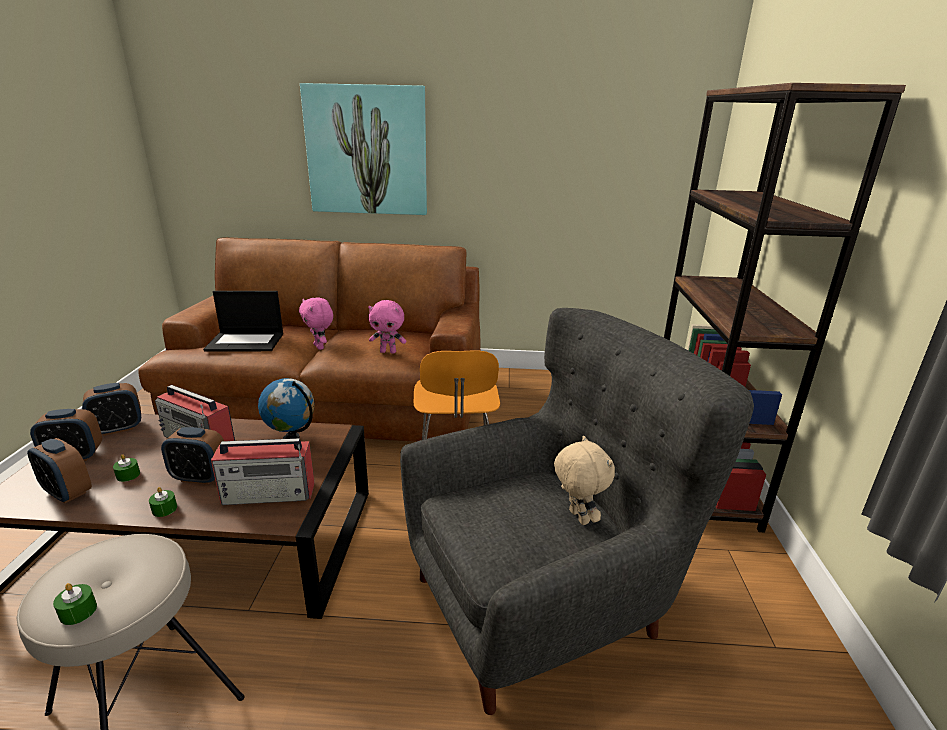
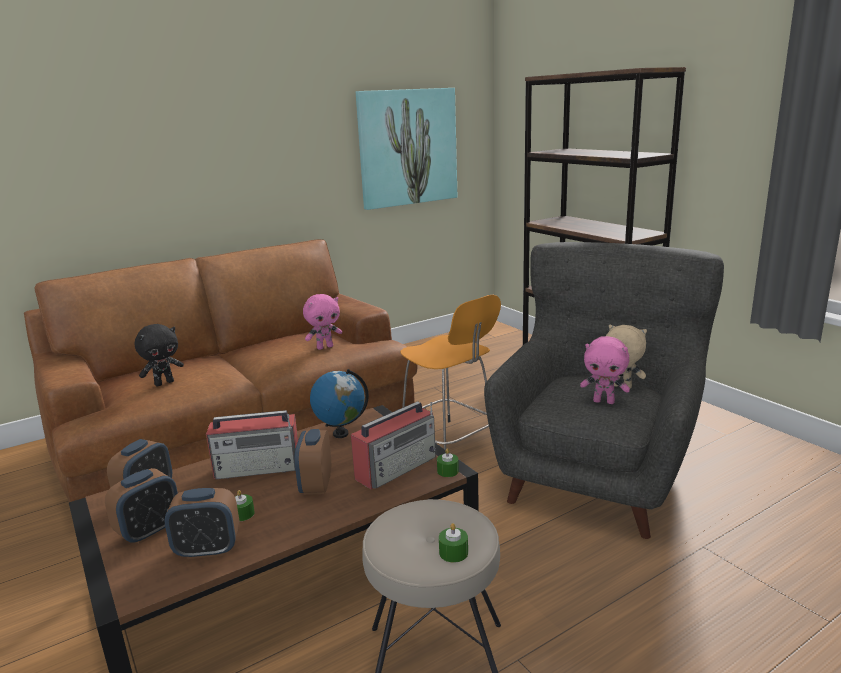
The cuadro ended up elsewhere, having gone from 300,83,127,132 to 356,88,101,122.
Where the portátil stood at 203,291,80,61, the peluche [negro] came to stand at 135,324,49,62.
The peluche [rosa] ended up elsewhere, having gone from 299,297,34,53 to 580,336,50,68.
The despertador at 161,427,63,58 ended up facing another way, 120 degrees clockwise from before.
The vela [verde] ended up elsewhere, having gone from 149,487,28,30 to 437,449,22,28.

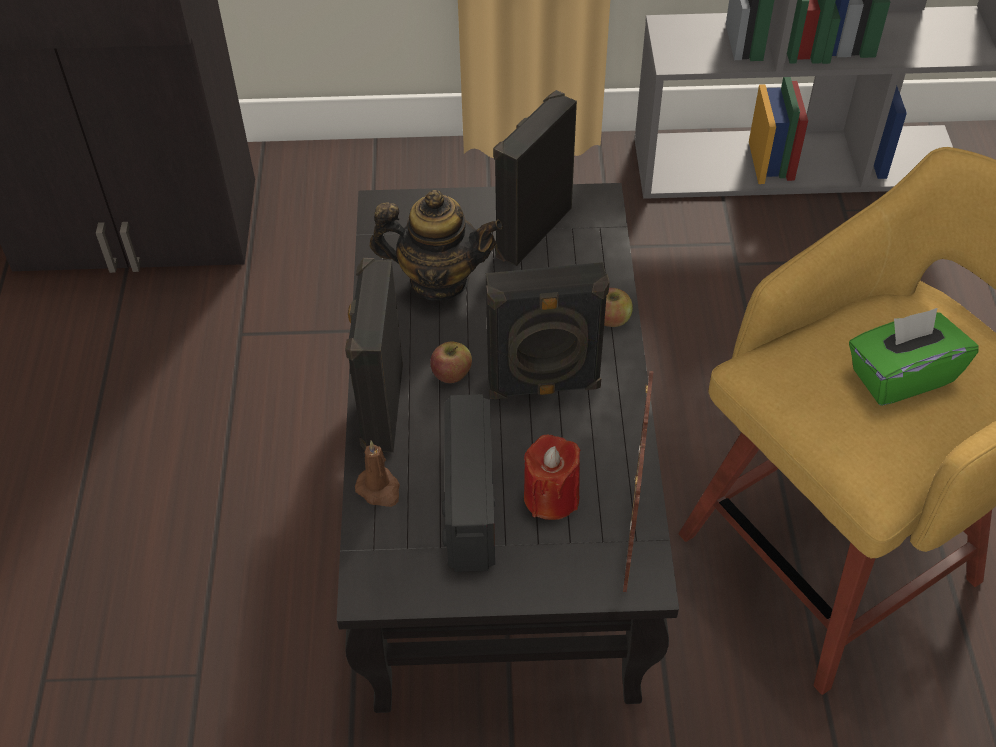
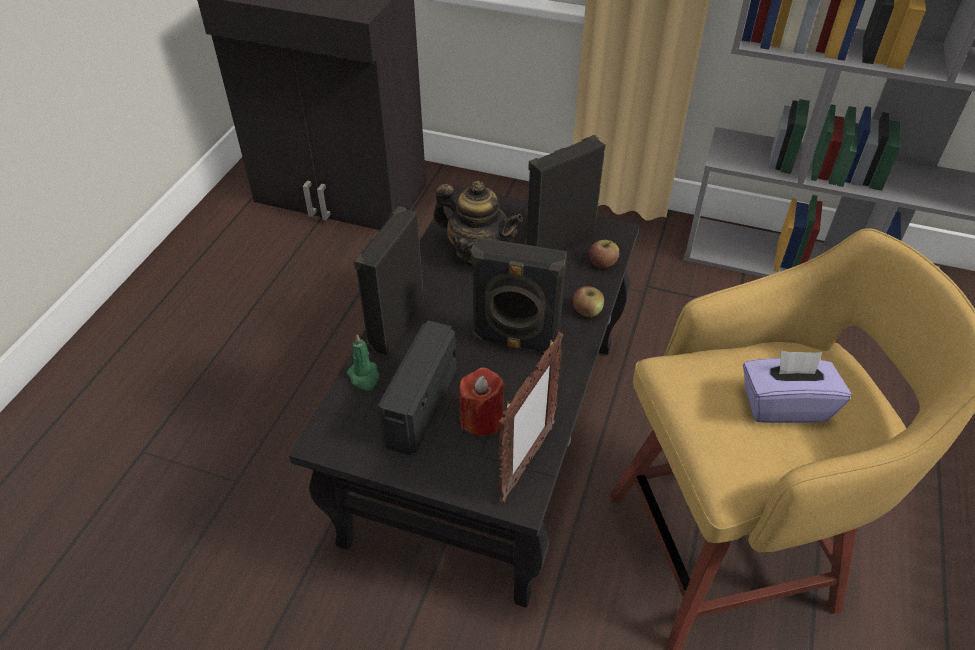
What was the caja de pañuelos [verde] at 849,308,130,98 turned into the caja de pañuelos [morado] at 743,350,109,73.
The manzana ended up elsewhere, having gone from 430,342,42,41 to 589,240,30,28.
What was the vela [marrón] at 355,440,45,67 turned into the vela [verde] at 347,334,32,57.

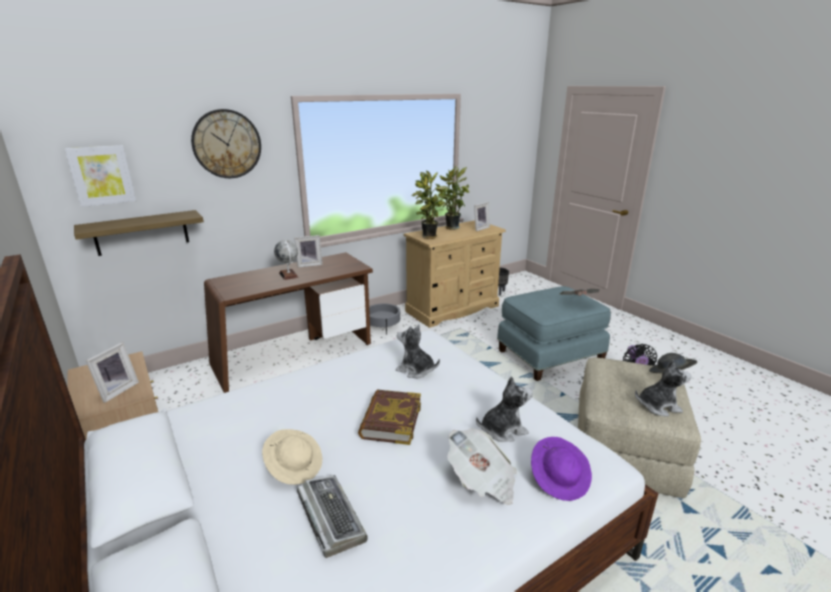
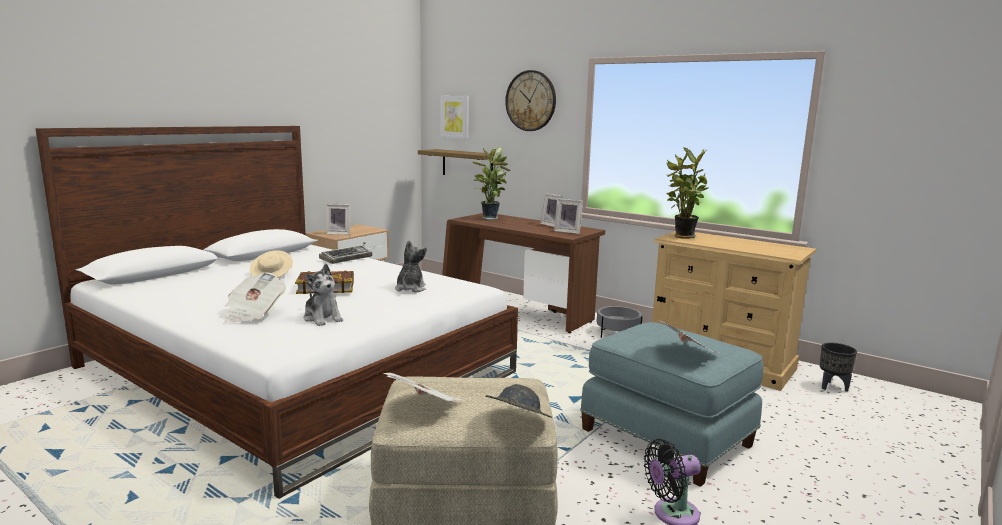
The planta en maceta ended up elsewhere, having gone from 436,166,33,64 to 473,147,37,73.
The portarretratos ended up elsewhere, having gone from 474,202,16,29 to 554,199,29,35.
The second view lost the globo terráqueo at 274,240,25,40.
Where the peluche stood at 635,359,57,58, the periódico came to stand at 383,373,80,29.
The second view lost the sombrero [morado] at 531,437,61,64.
The teclado ended up elsewhere, having gone from 297,475,71,83 to 319,245,53,19.

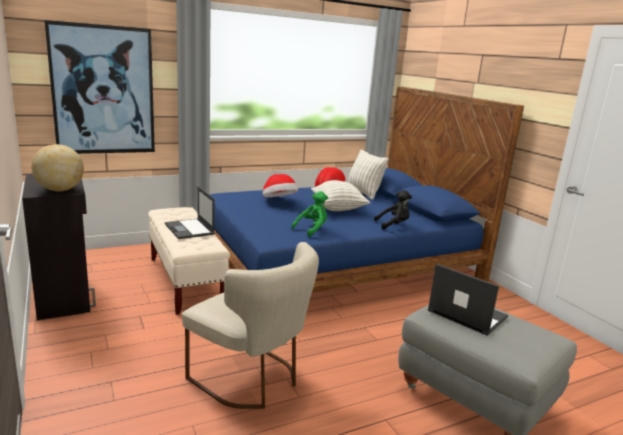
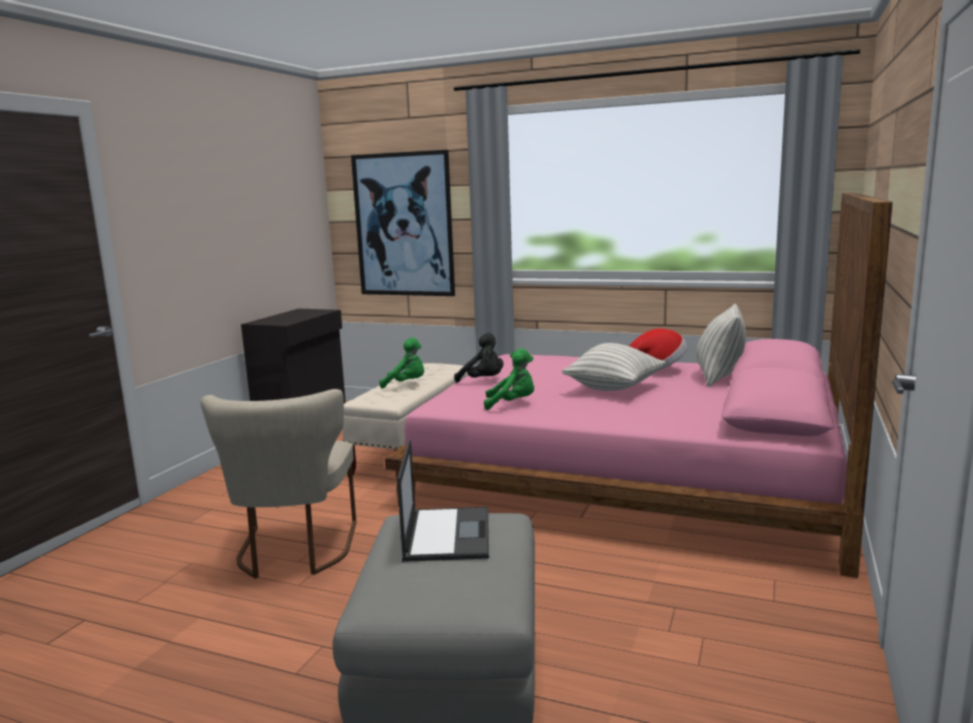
What was the cama [azul] at 210,86,314,206 turned into the cama [rosa] at 385,192,508,386.
The second view lost the globo terráqueo at 31,144,53,47.
The second view lost the sombrero at 263,174,35,23.
Where the portátil stood at 165,187,50,52, the peluche [verde] came to stand at 379,337,45,52.
The peluche [negro] ended up elsewhere, having gone from 374,190,38,40 to 454,333,50,50.

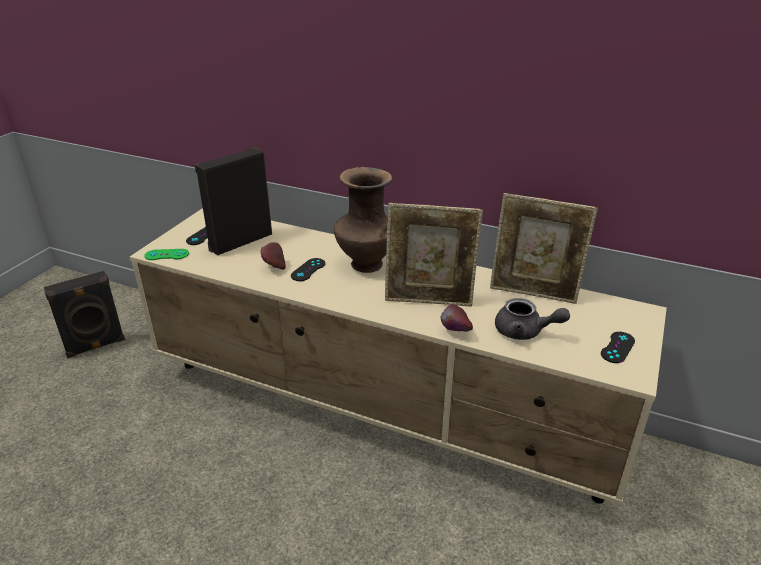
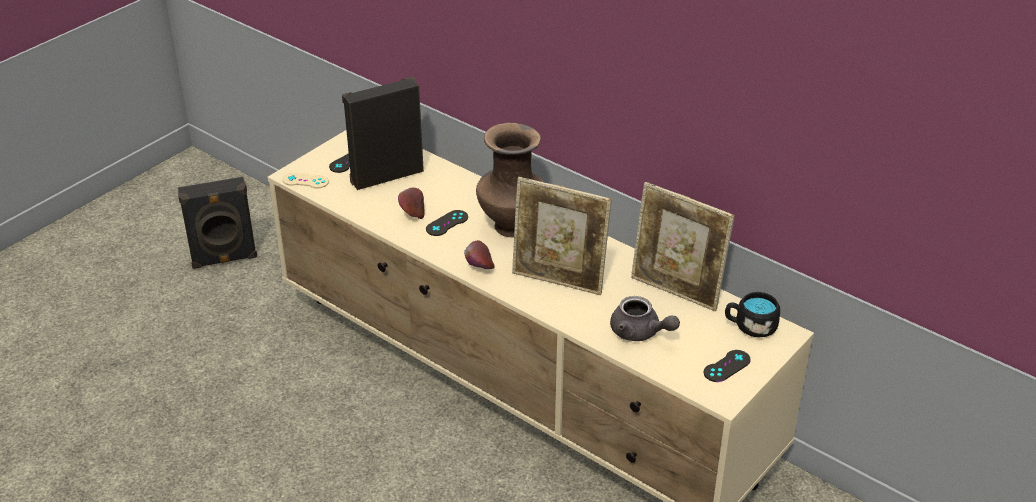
What was the mando de consola [verde] at 144,249,45,11 turned into the mando de consola [beis] at 282,172,47,16.
The manzana ended up elsewhere, having gone from 441,304,32,28 to 464,240,31,29.
The second view gained the taza grande [negro] at 725,292,55,46.

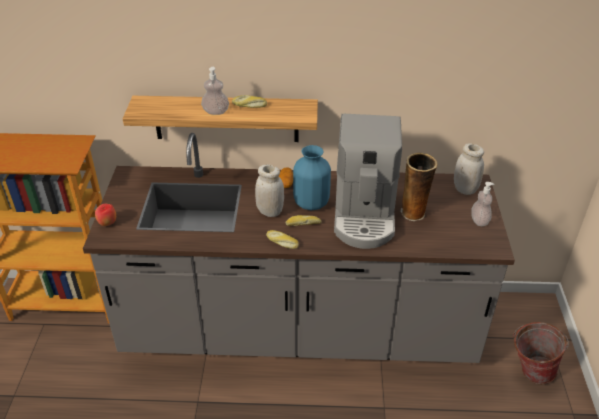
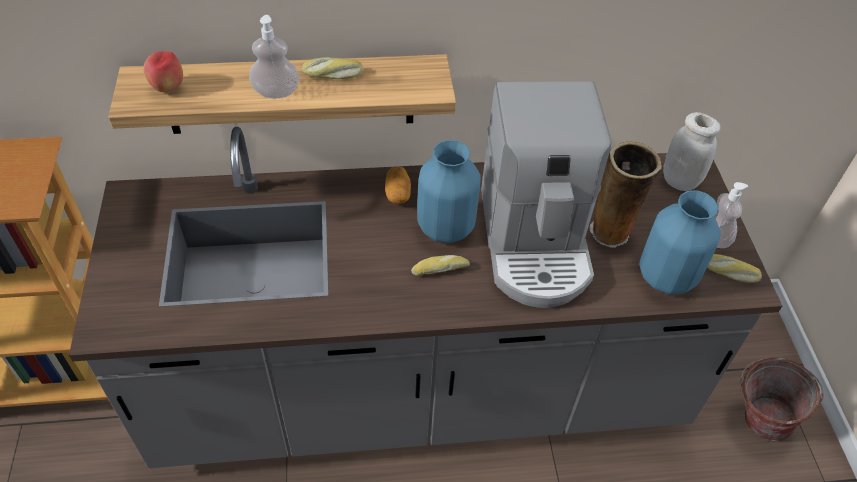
The second view lost the tarro [blanco] at 255,164,29,53.
The manzana ended up elsewhere, having gone from 95,204,21,22 to 144,51,39,41.
The pan ended up elsewhere, having gone from 266,230,33,19 to 707,254,55,29.
The second view gained the florero [azul] at 639,190,82,104.

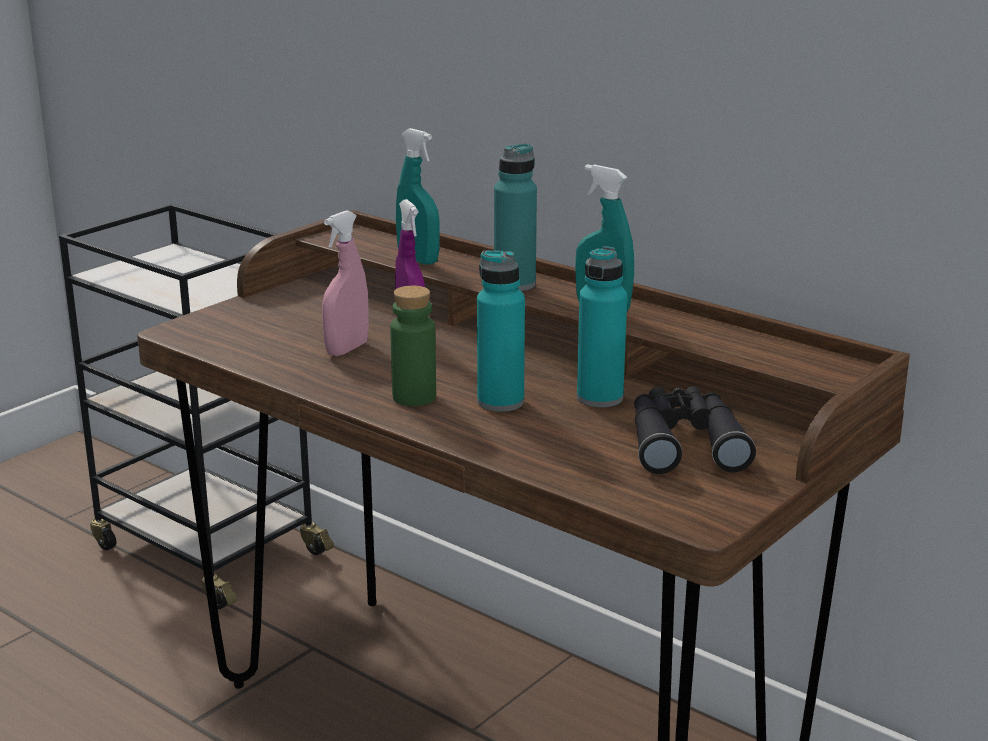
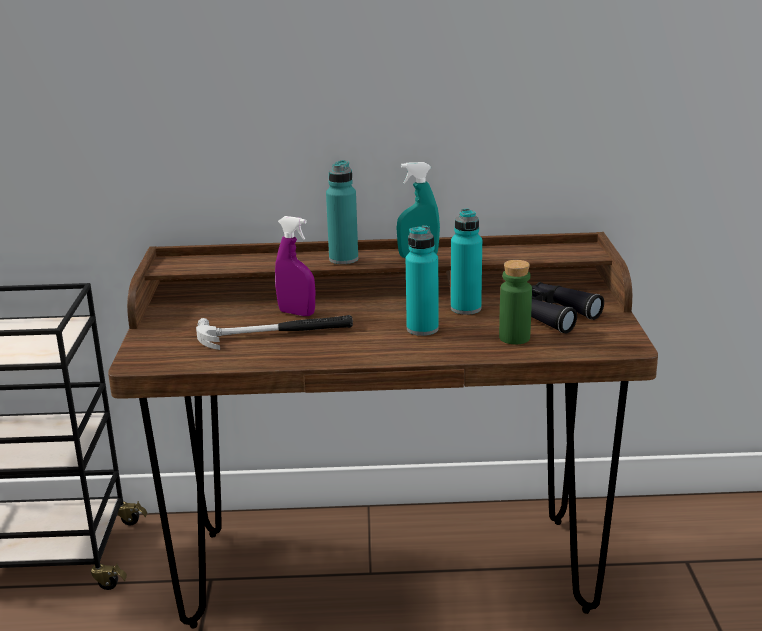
The second view lost the pulverizador [turquesa] at 396,128,44,137.
Where the pulverizador [rosa] stood at 322,210,47,146, the martillo came to stand at 196,315,157,35.
The botella [verde] ended up elsewhere, having gone from 390,286,46,120 to 499,260,33,84.

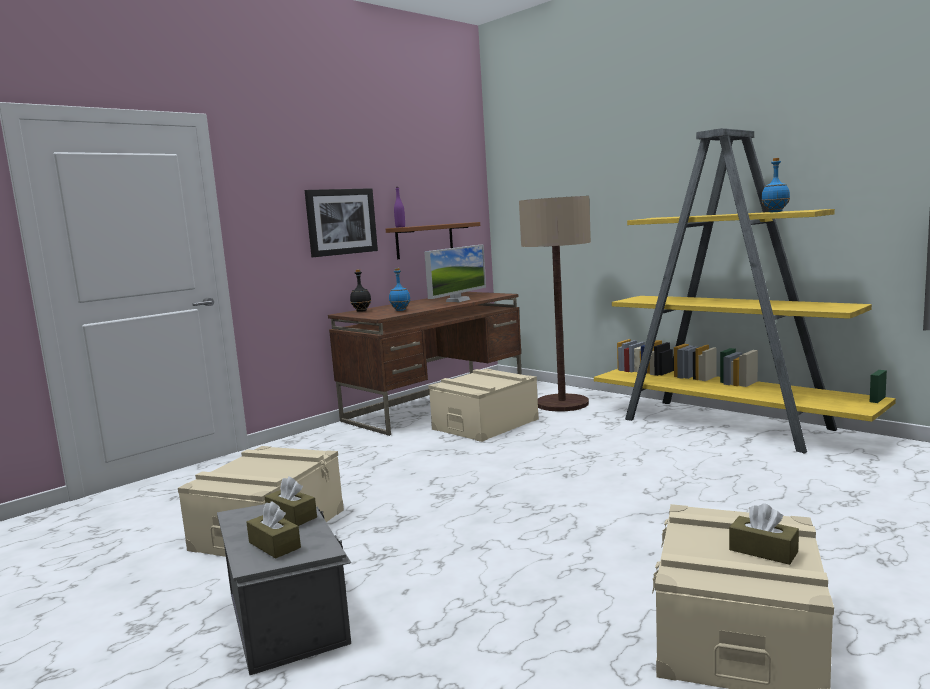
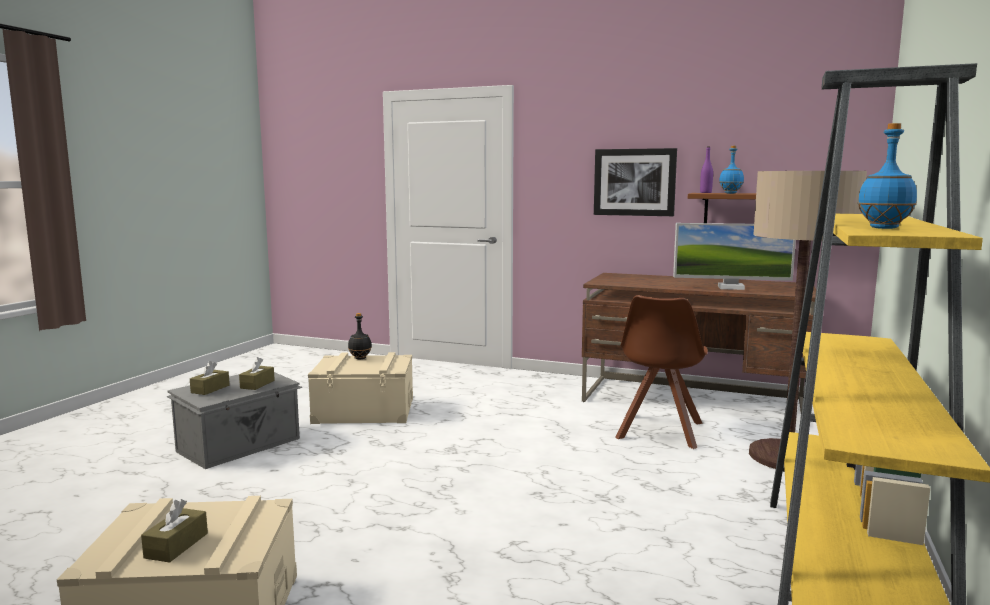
The botella [azul] ended up elsewhere, having gone from 389,268,21,43 to 719,146,25,47.
The botella [negro] ended up elsewhere, having gone from 350,269,21,43 to 348,313,24,46.
Where the caja de almacenaje [beis] stood at 428,369,111,73, the silla [marrón] came to stand at 615,295,93,154.

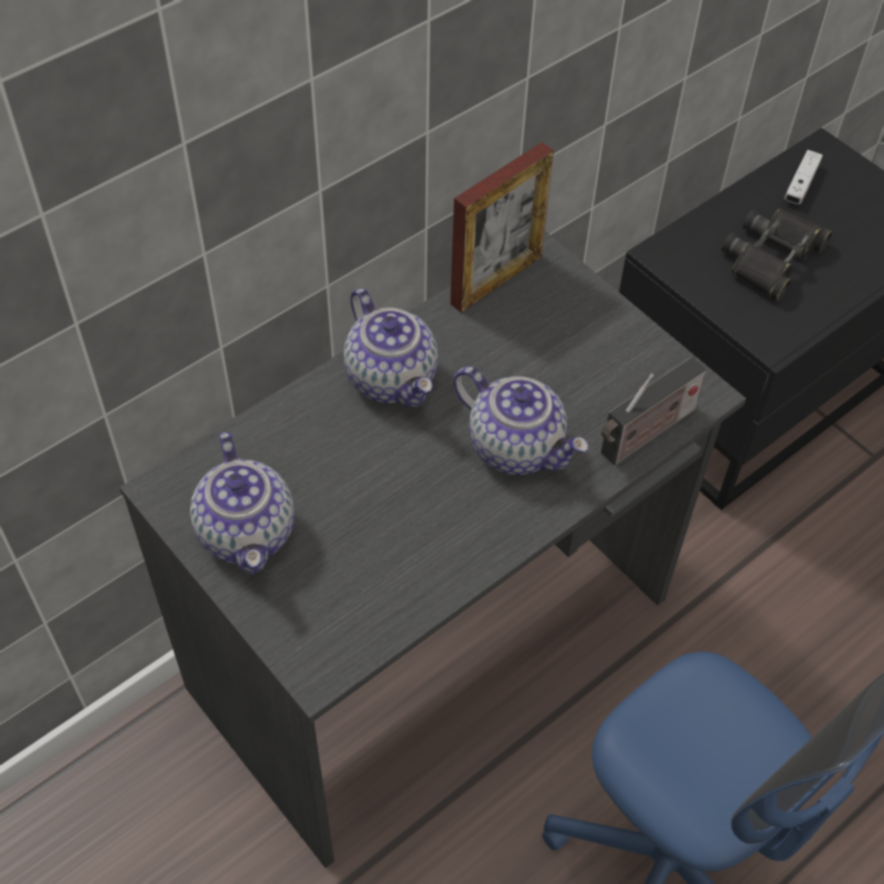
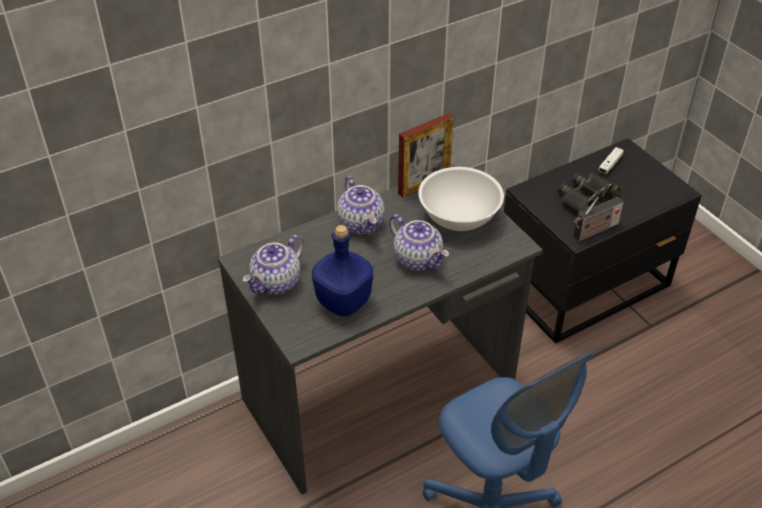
The radio ended up elsewhere, having gone from 601,357,105,108 to 574,197,50,44.
The tetera at 190,432,105,143 ended up facing another way, 45 degrees clockwise from before.
The second view gained the cuenco [blanco] at 418,167,86,64.
The second view gained the botella [azul] at 312,225,61,91.

